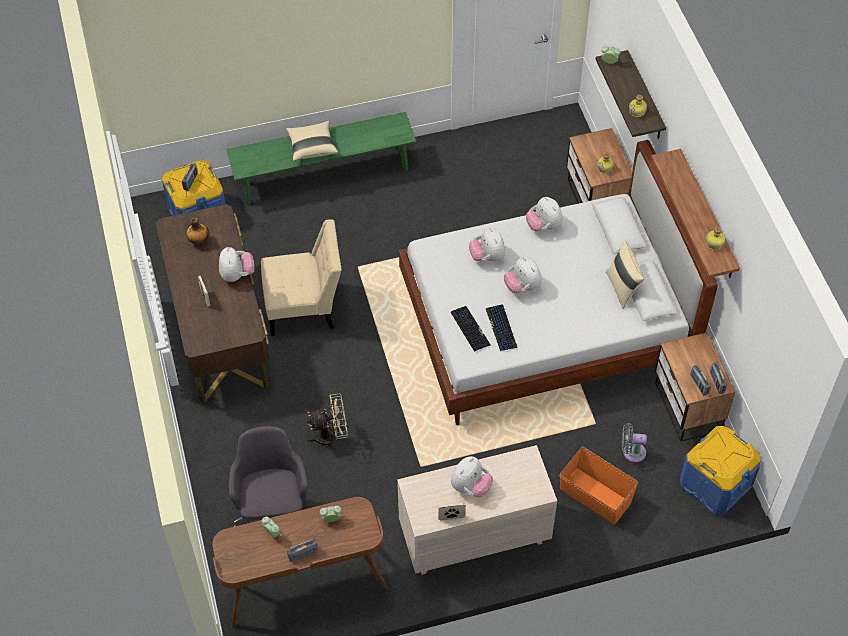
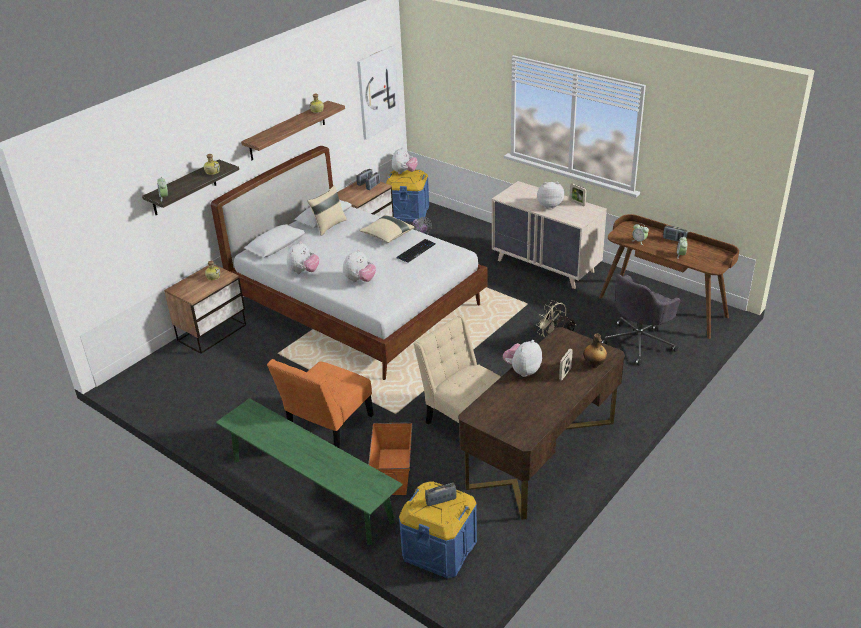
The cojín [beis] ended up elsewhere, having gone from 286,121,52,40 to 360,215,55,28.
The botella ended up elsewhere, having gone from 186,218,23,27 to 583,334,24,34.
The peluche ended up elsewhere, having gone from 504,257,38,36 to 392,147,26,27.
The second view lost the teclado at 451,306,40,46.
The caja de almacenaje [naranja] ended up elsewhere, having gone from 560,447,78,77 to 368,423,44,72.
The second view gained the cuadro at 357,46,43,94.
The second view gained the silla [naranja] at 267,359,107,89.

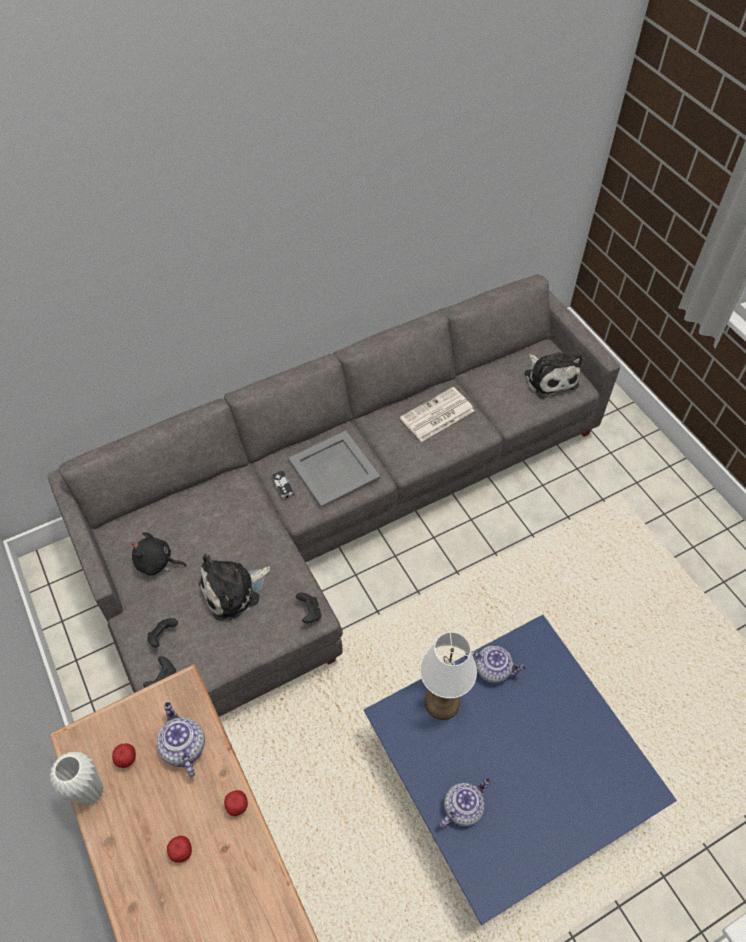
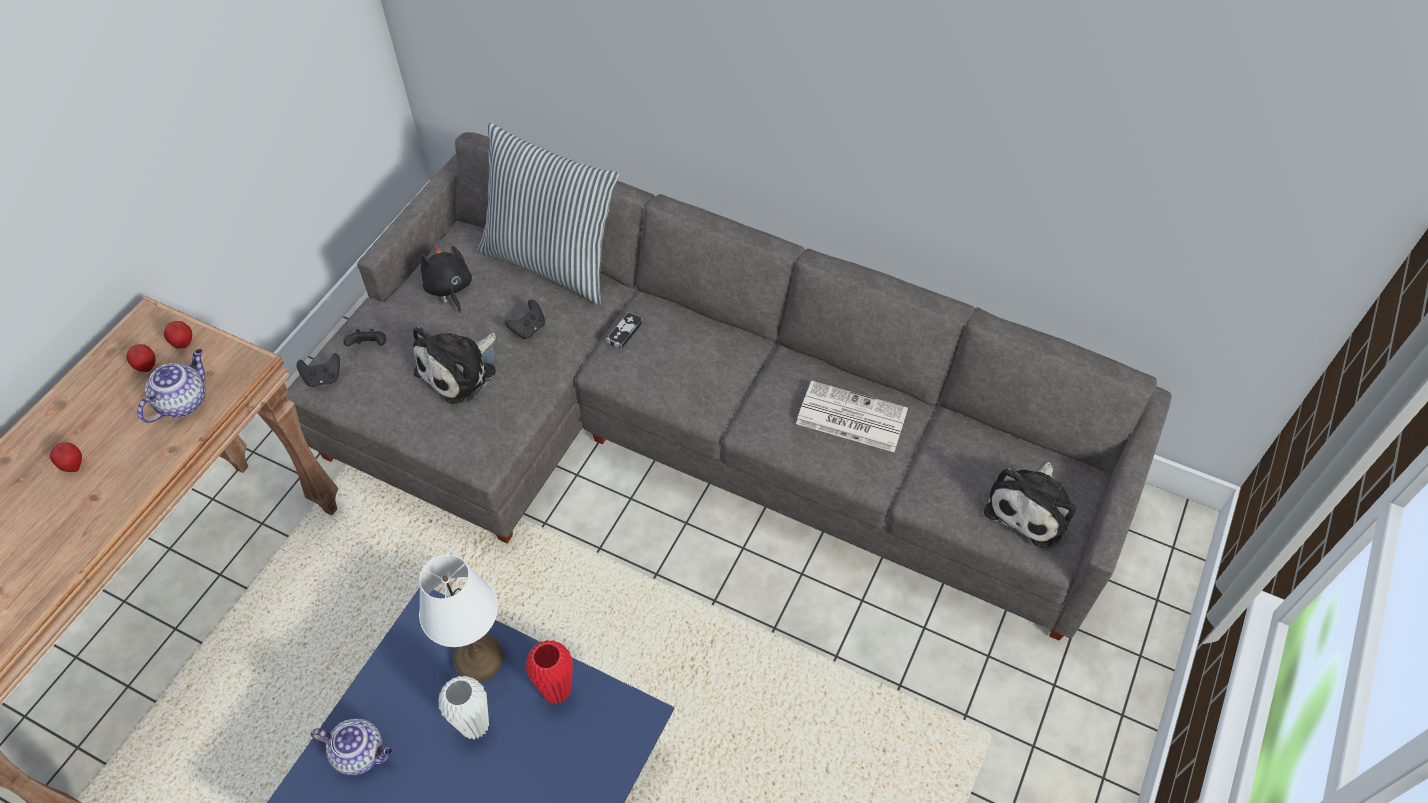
The second view lost the bandeja [gris] at 288,431,92,77.
The peluche at 199,554,71,67 ended up facing another way, 75 degrees counterclockwise from before.
The mando de consola [negro] ended up elsewhere, having gone from 296,593,26,30 to 505,300,40,39.
Where the tetera stood at 465,646,61,38, the florero [rojo] came to stand at 526,640,47,64.
The florero [blanco] ended up elsewhere, having gone from 50,752,54,54 to 438,676,51,63.
The manzana ended up elsewhere, having gone from 224,790,24,26 to 164,321,28,28.
The second view gained the cojín at 478,123,141,182.

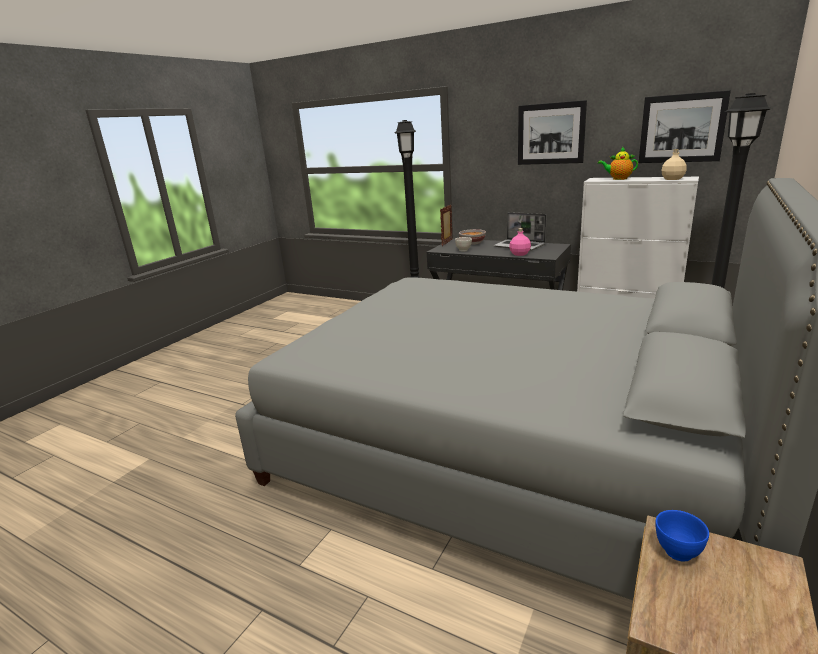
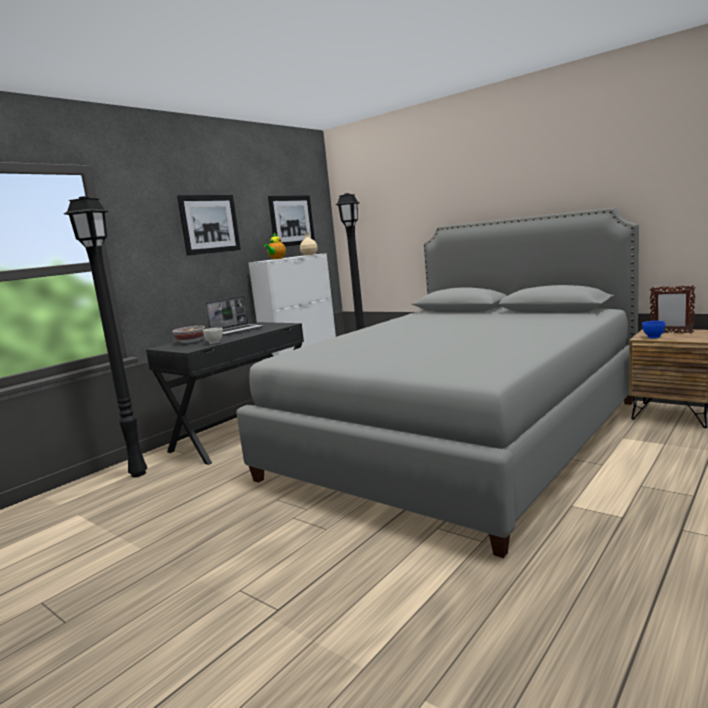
The portarretratos ended up elsewhere, having gone from 440,204,12,42 to 650,285,46,49.
The second view lost the botella [rosa] at 509,228,22,28.

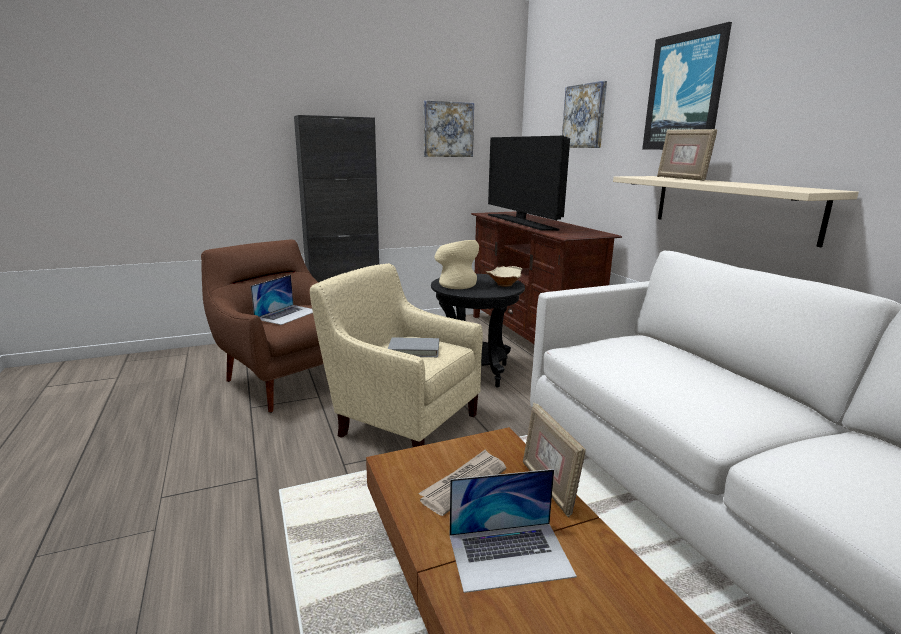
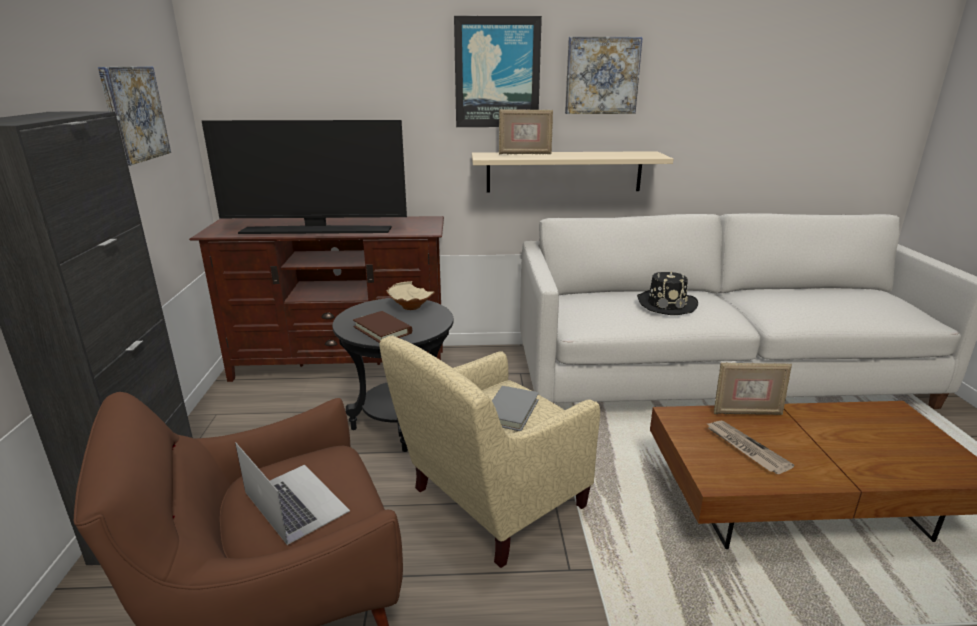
The cuadro ended up elsewhere, having gone from 562,81,45,67 to 565,37,78,77.
Where the florero [beis] stood at 435,240,44,49, the libro [marrón] came to stand at 353,311,59,32.
The second view lost the portátil at 450,469,127,124.
The second view gained the sombrero [negro] at 637,271,61,44.

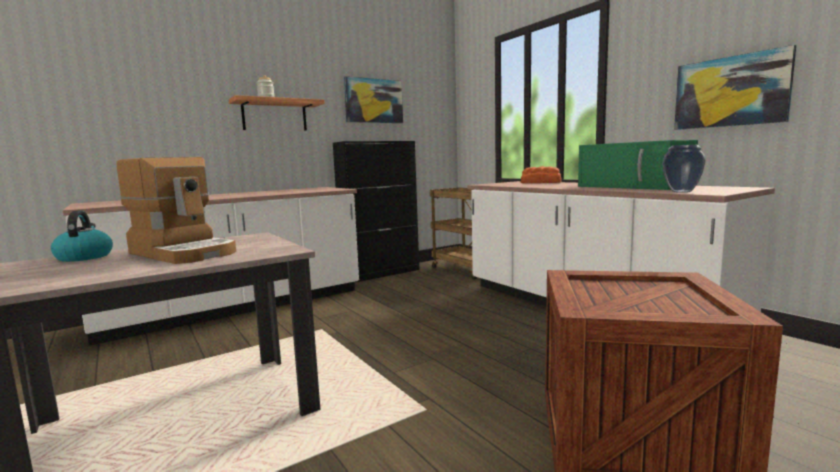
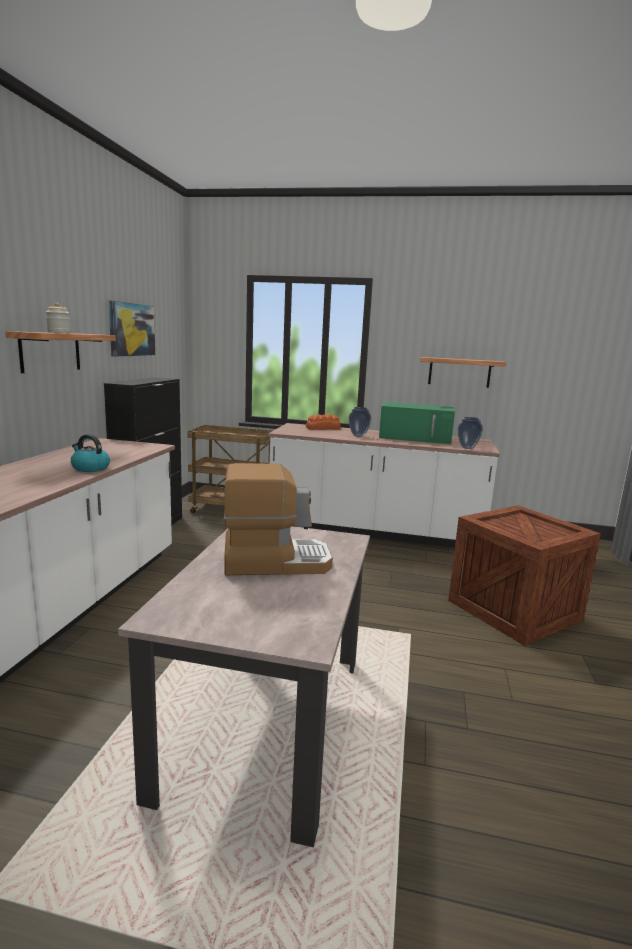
Where the cuadro hung at 674,45,122,85, the estante came to hang at 420,357,87,31.
The hervidor ended up elsewhere, having gone from 51,210,62,52 to 71,434,39,38.
The second view gained the florero at 349,407,22,30.

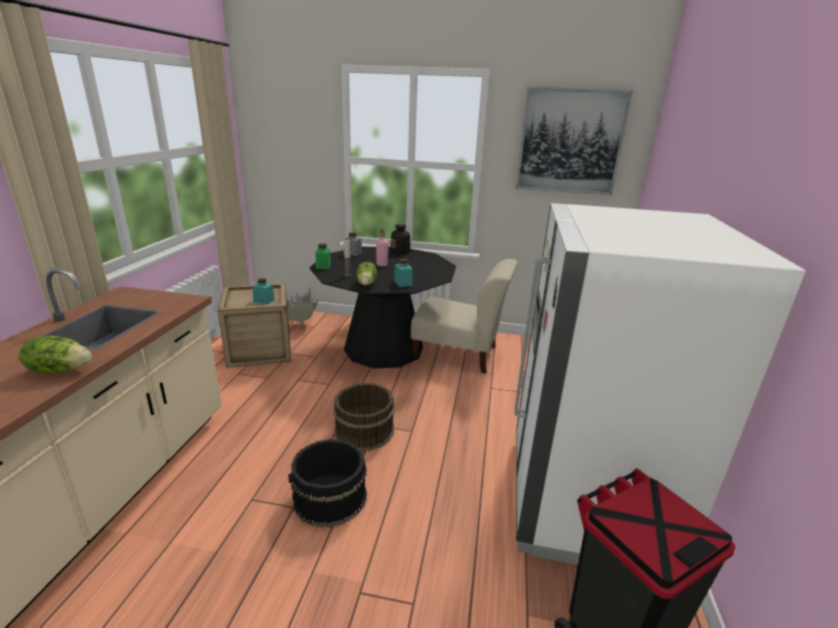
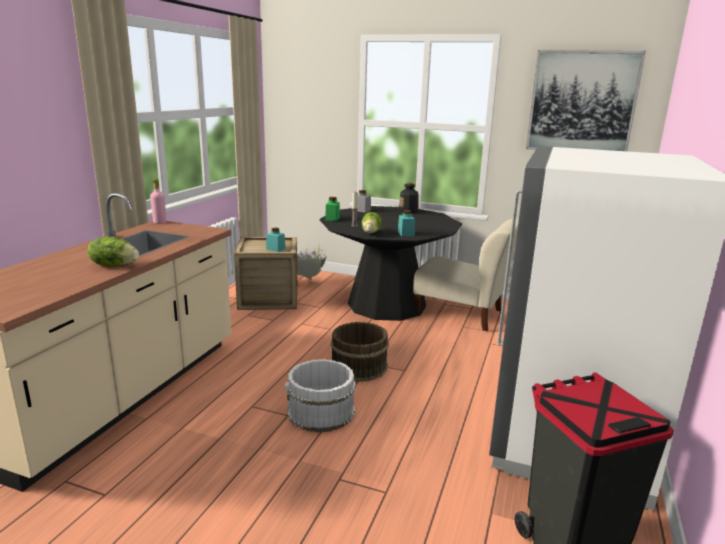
The botella [rosa] ended up elsewhere, having gone from 376,229,12,37 to 150,179,17,45.
What was the cubo [negro] at 288,439,79,88 turned into the cubo [blanco] at 285,359,71,73.

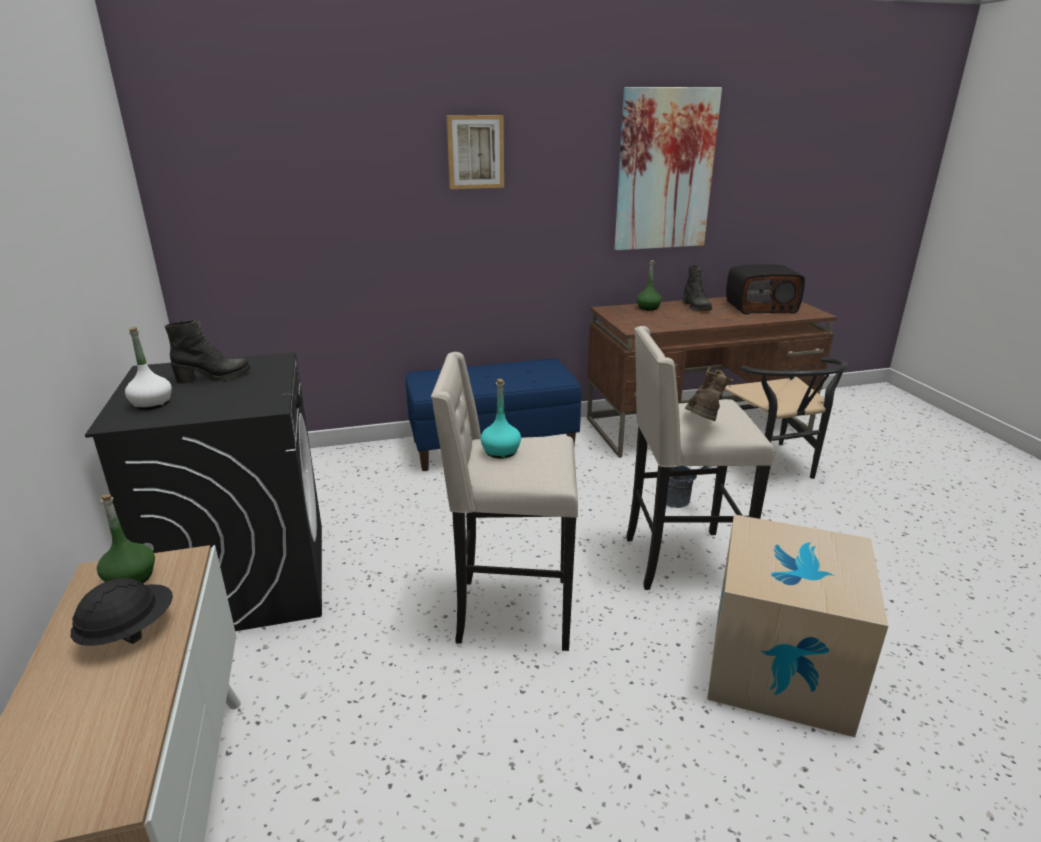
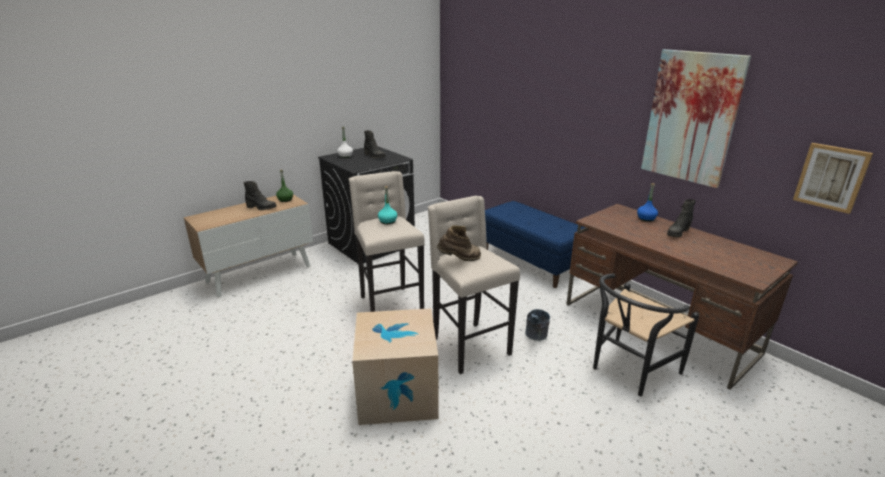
The cuadro ended up elsewhere, having gone from 447,115,57,74 to 793,143,80,71.
What was the botella [verde] at 637,260,25,50 turned into the botella [azul] at 637,183,21,39.
The second view lost the radio at 726,264,79,50.
Where the casco [negro] stood at 70,578,103,68, the bota [negro] came to stand at 243,181,34,29.

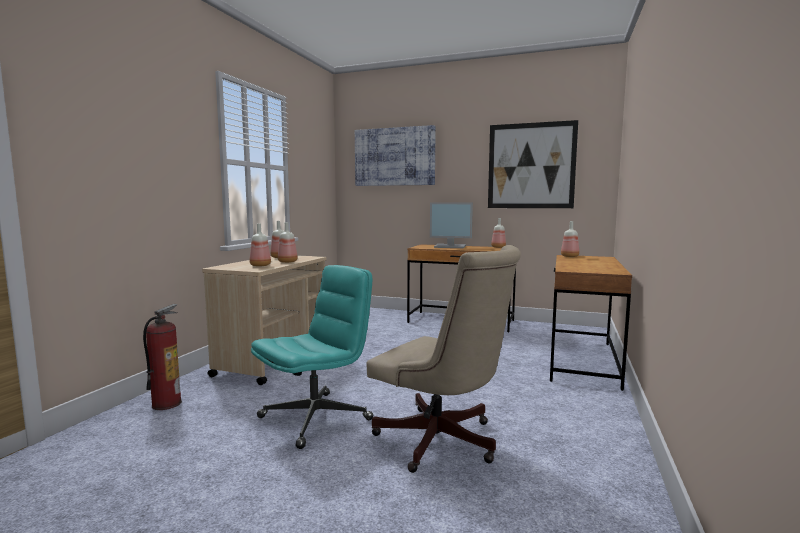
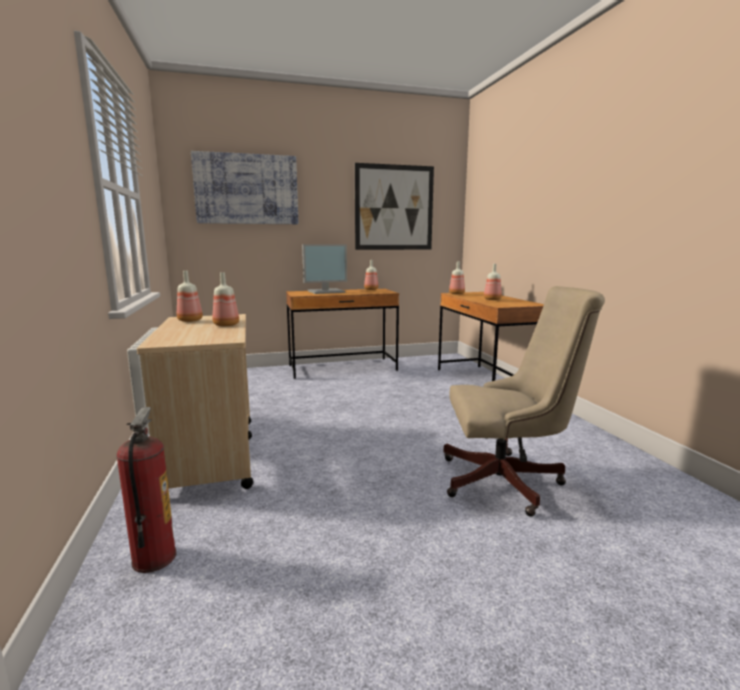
The botella ended up elsewhere, having gone from 250,223,21,43 to 484,264,18,36.
The second view lost the silla de oficina [turquesa] at 251,265,122,184.

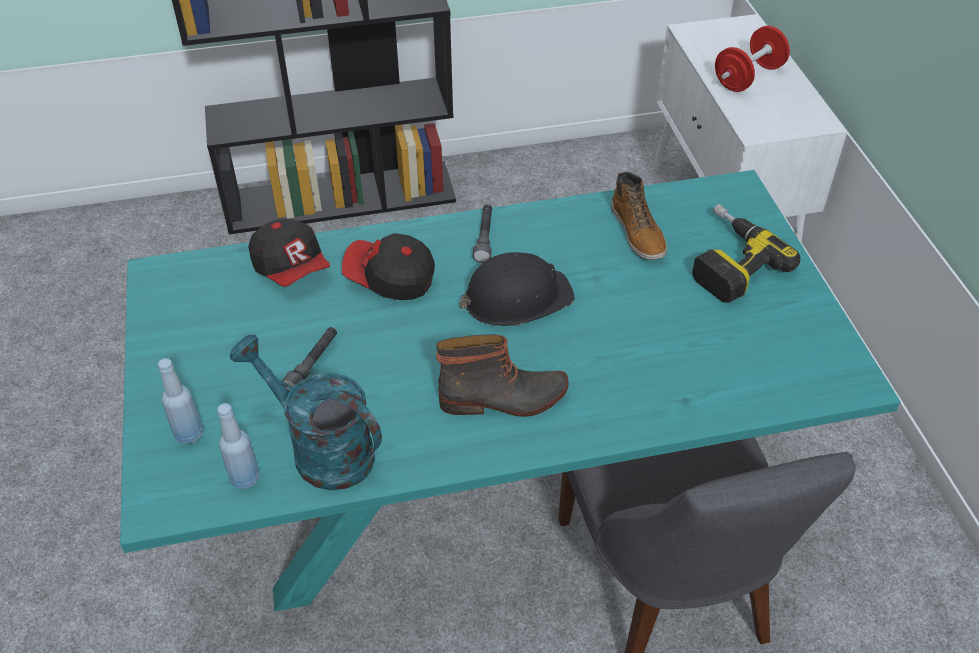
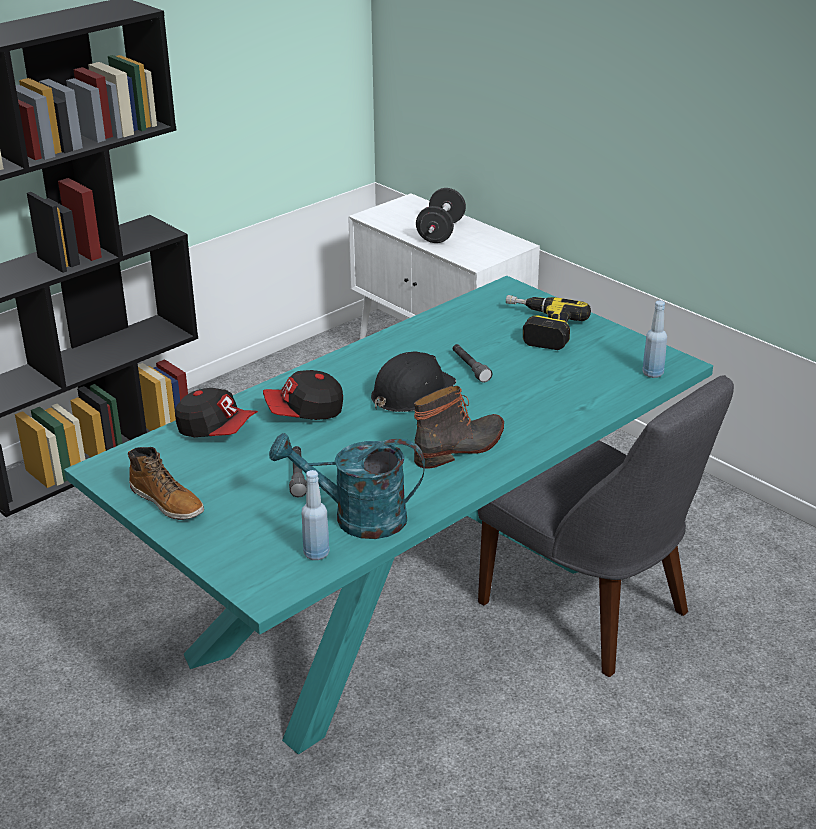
What was the mancuerna [rojo] at 715,26,75,66 turned into the mancuerna [negro] at 416,188,50,55.
The bota ended up elsewhere, having gone from 611,172,56,88 to 128,447,76,73.
The linterna [gris] ended up elsewhere, having gone from 473,205,19,58 to 453,344,39,39.
The botella [azul] ended up elsewhere, having gone from 158,358,45,86 to 642,300,25,78.

